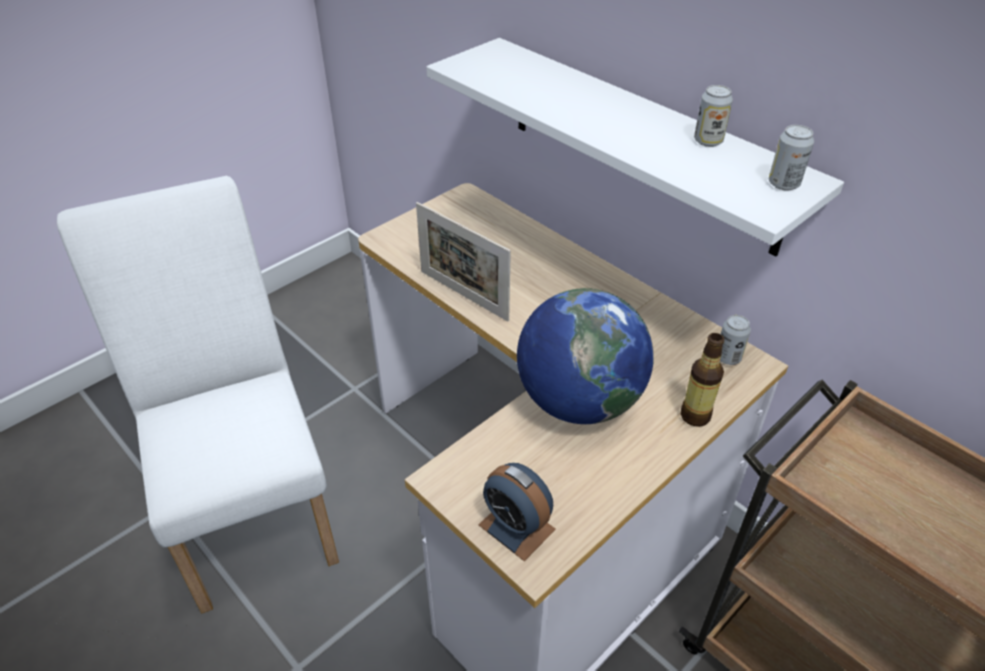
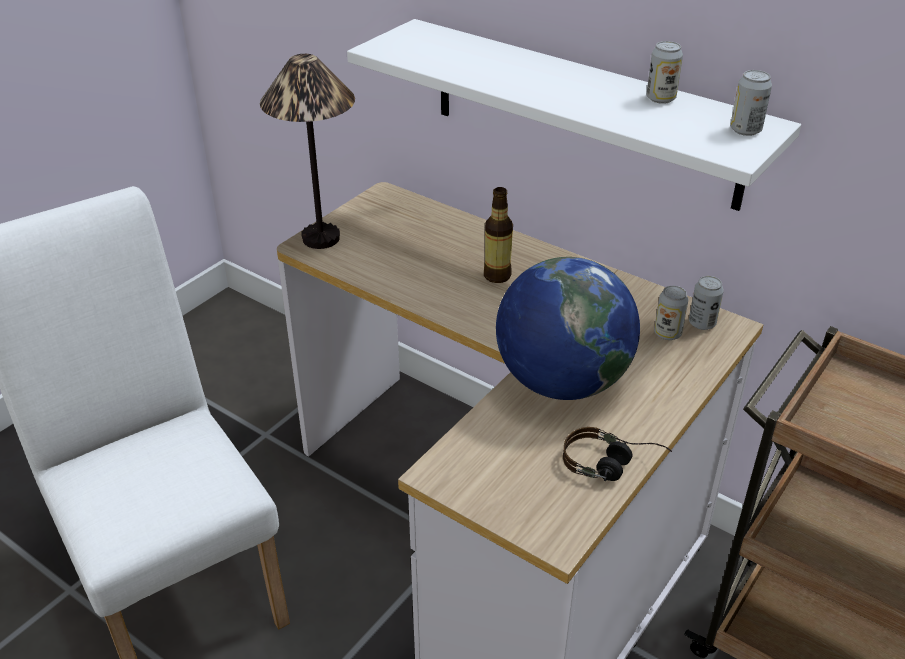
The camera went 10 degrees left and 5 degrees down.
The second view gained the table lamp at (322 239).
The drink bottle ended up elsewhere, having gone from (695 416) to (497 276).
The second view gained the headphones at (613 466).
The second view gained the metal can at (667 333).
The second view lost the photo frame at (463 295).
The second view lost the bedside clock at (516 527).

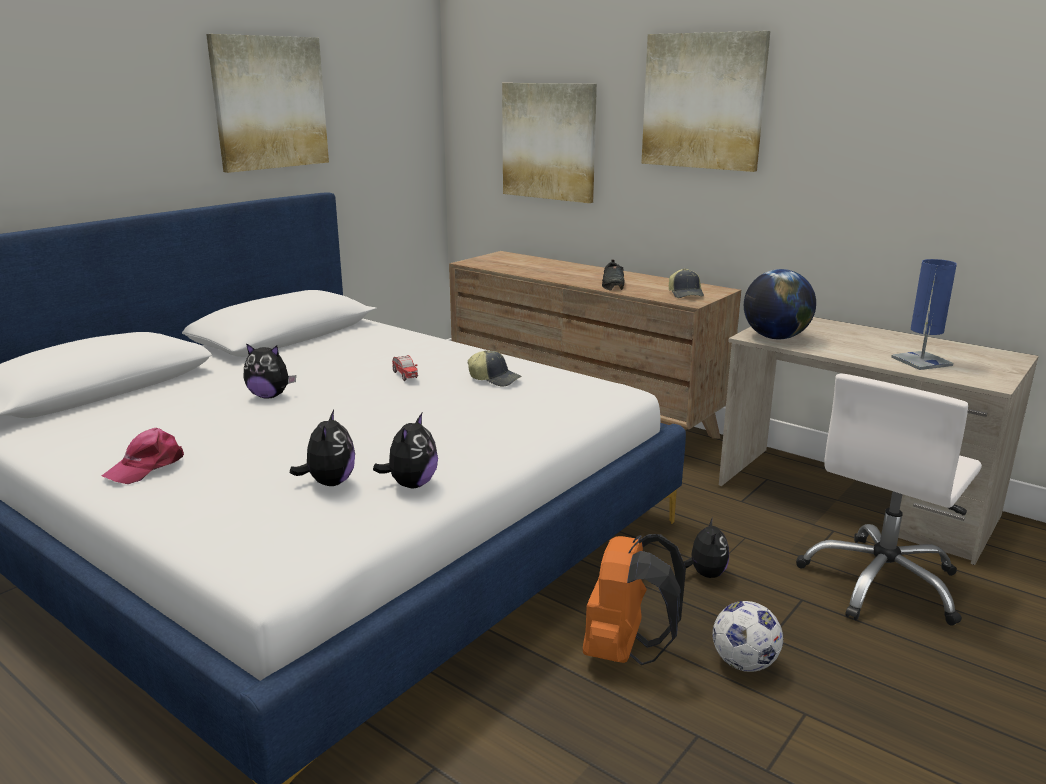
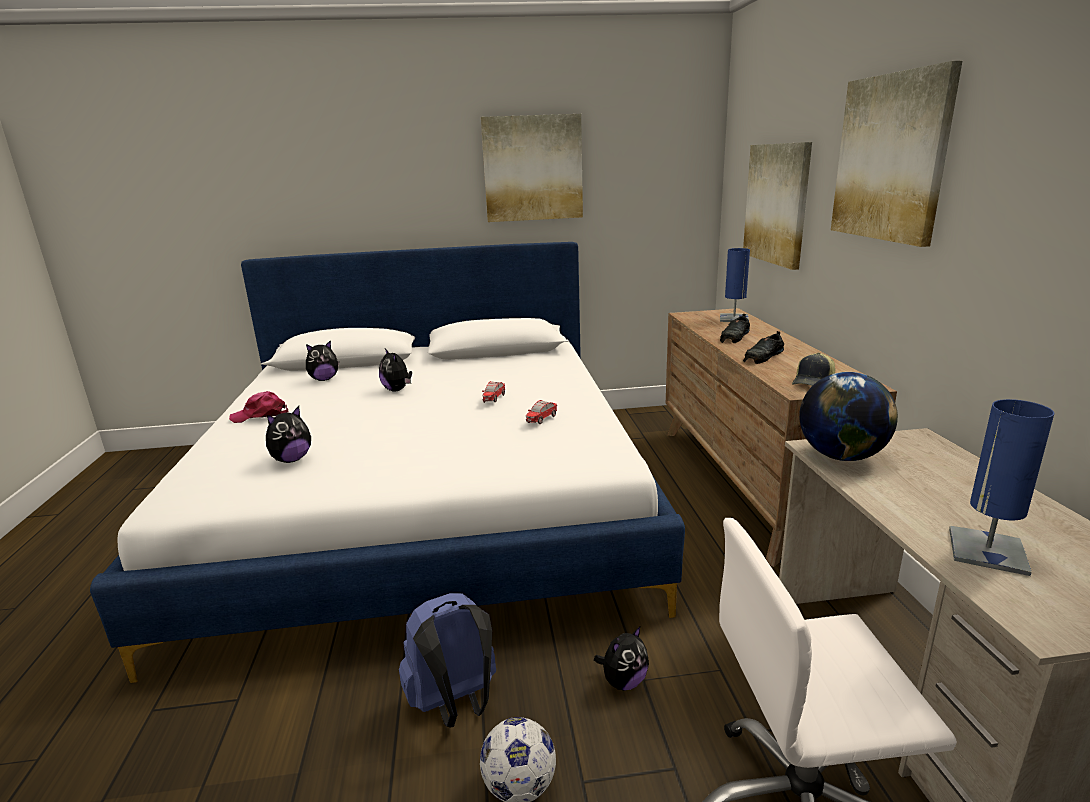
The camera went 45 degrees right and 0 degrees up.
The cuddly toy ended up elsewhere, having gone from (411 484) to (324 379).
What was the backpack (orange-coloured) at (625 651) turned into the backpack (bluish) at (455 705).
Where the cap stood at (495 379), the model car came to stand at (542 419).
The second view gained the table lamp (bluish) at (734 318).
The second view gained the low shoe (blackish) at (735 337).

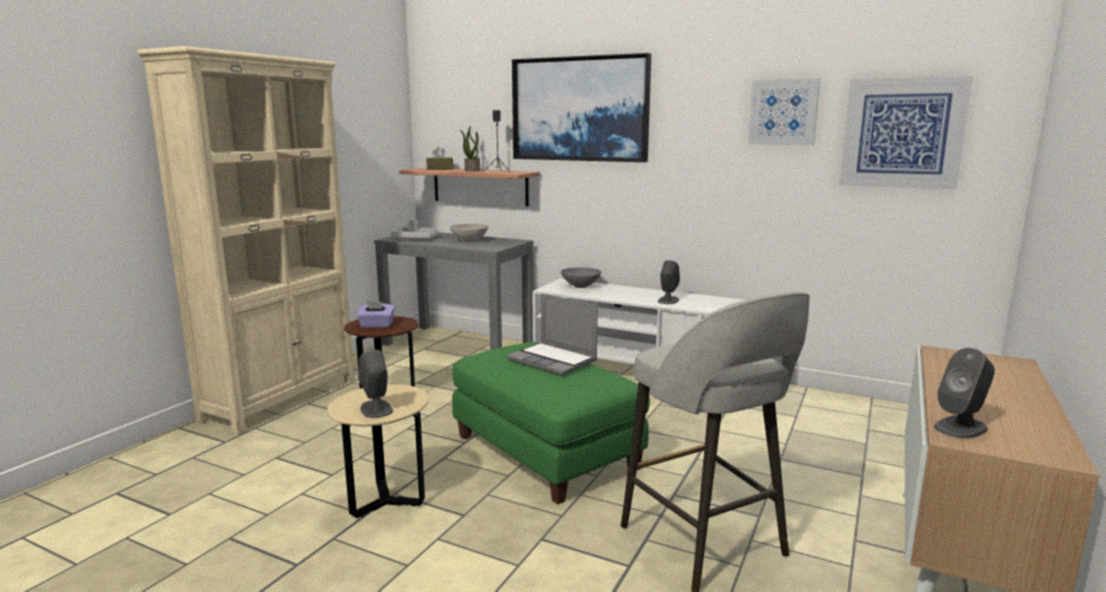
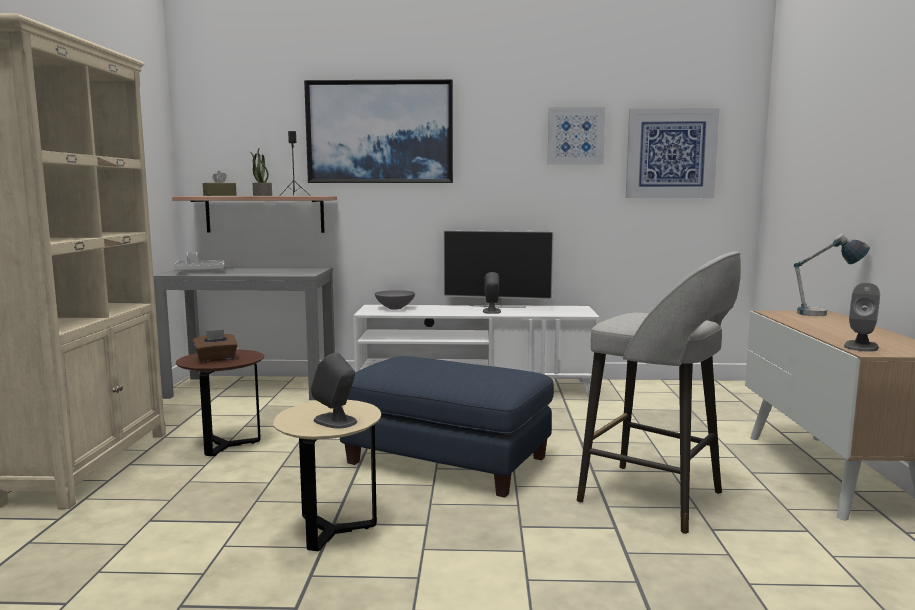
The camera went 25 degrees left and 5 degrees down.
What was the box of tissues (purple) at (376 325) turned into the box of tissues (brown) at (216 359).
What was the footrest (green) at (546 452) turned into the footrest (bluish) at (448 460).
The second view gained the TV set at (497 306).
The second view gained the table lamp at (825 315).
The second view lost the deep dish (white) at (470 241).
The second view lost the portable computer at (554 360).

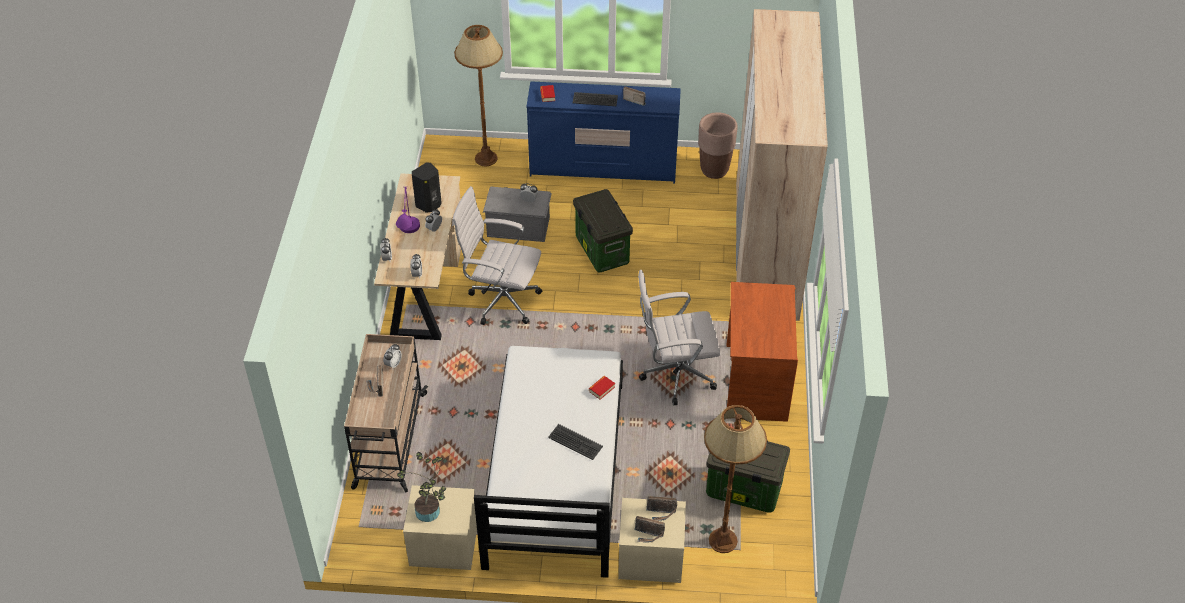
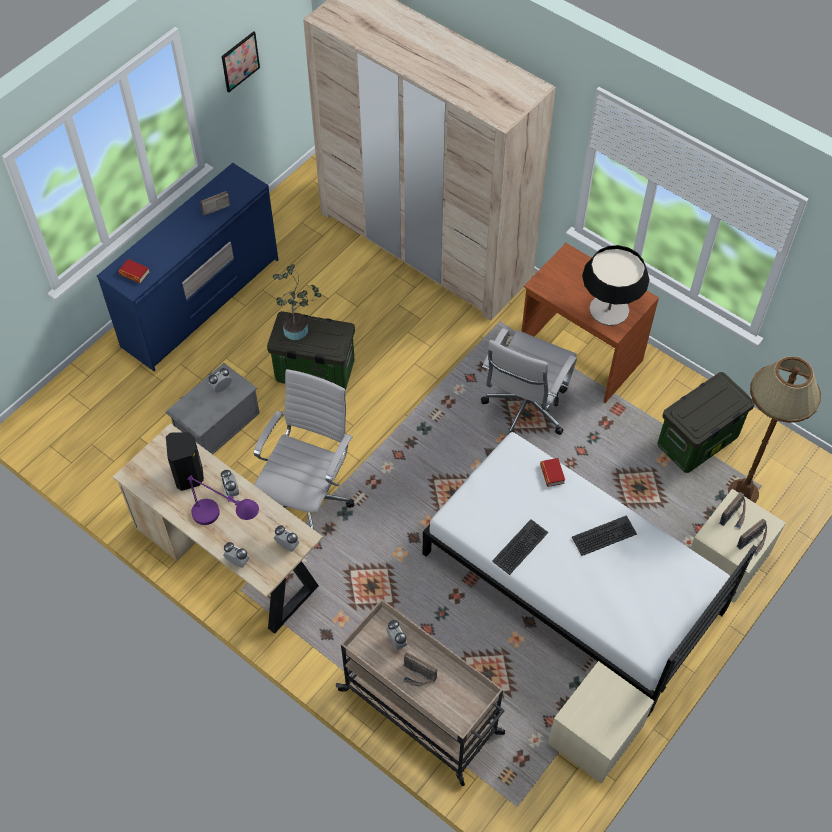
The camera went 55 degrees left and 10 degrees up.
The second view gained the wall art at (240 61).
The office chair (white) at (501 300) ended up facing another way, 150 degrees clockwise from before.
The plant in a pot ended up elsewhere, having gone from (430 513) to (298 329).
The PC keyboard ended up elsewhere, having gone from (595 100) to (520 547).
The second view gained the table lamp at (609 309).
The second view lost the standard lamp (brown) at (486 159).
The second view lost the plant pot (brown) at (714 170).

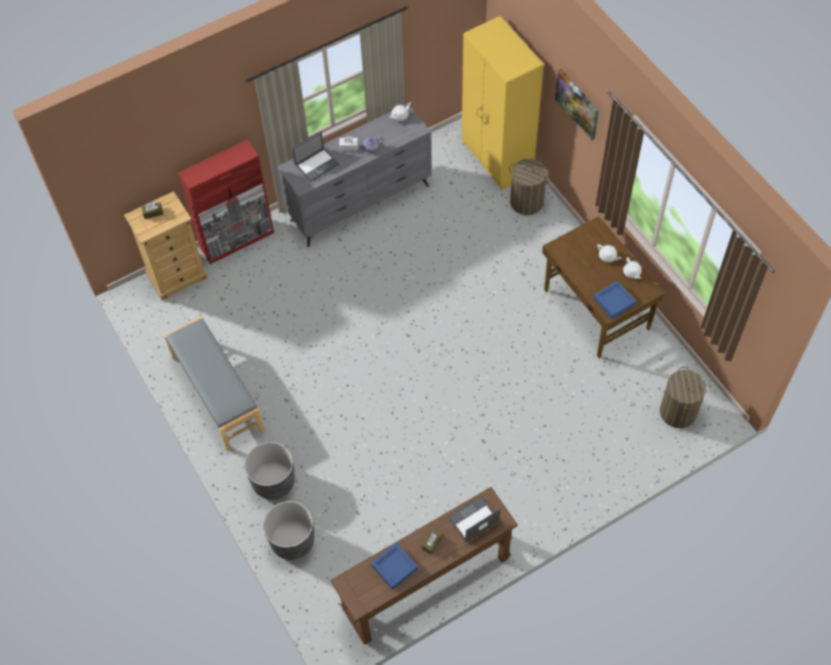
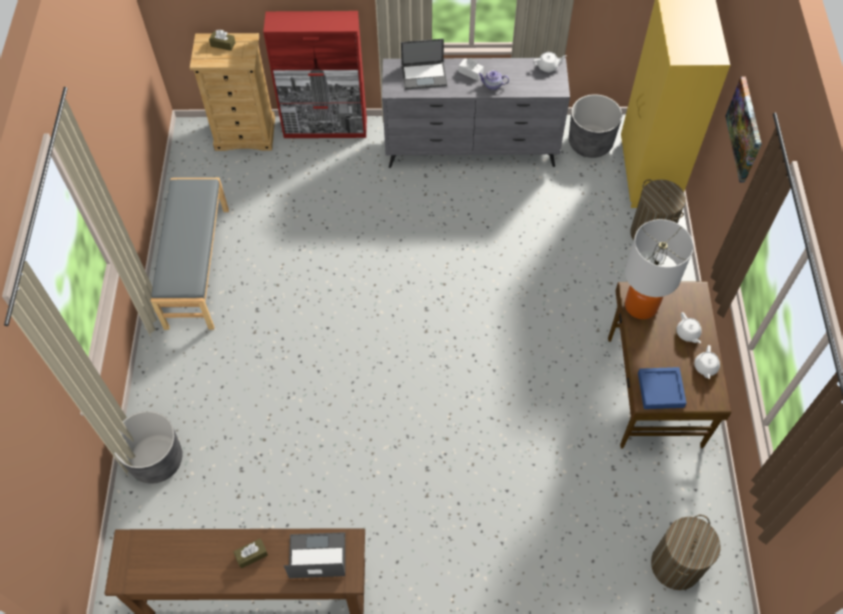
The camera went 30 degrees right and 0 degrees up.
The plant pot (grey) ended up elsewhere, having gone from (273 481) to (590 143).
The second view gained the table lamp at (641 306).
The second view lost the tray (bluish) at (394 567).

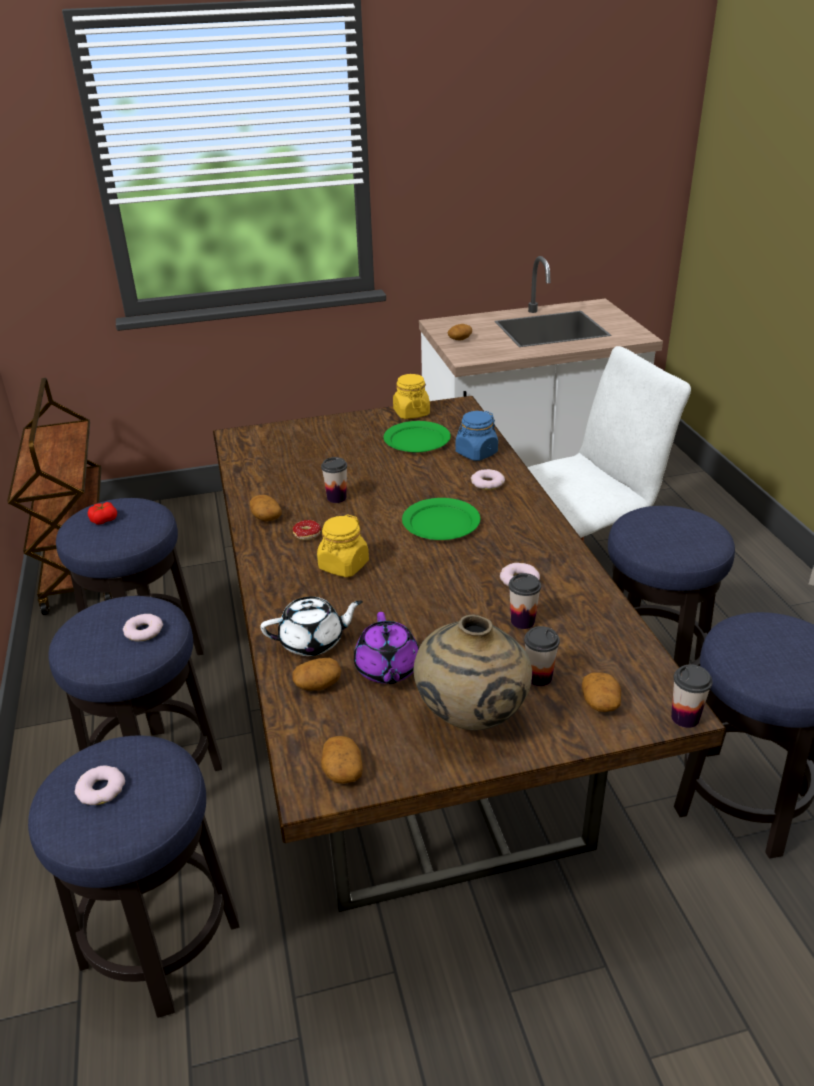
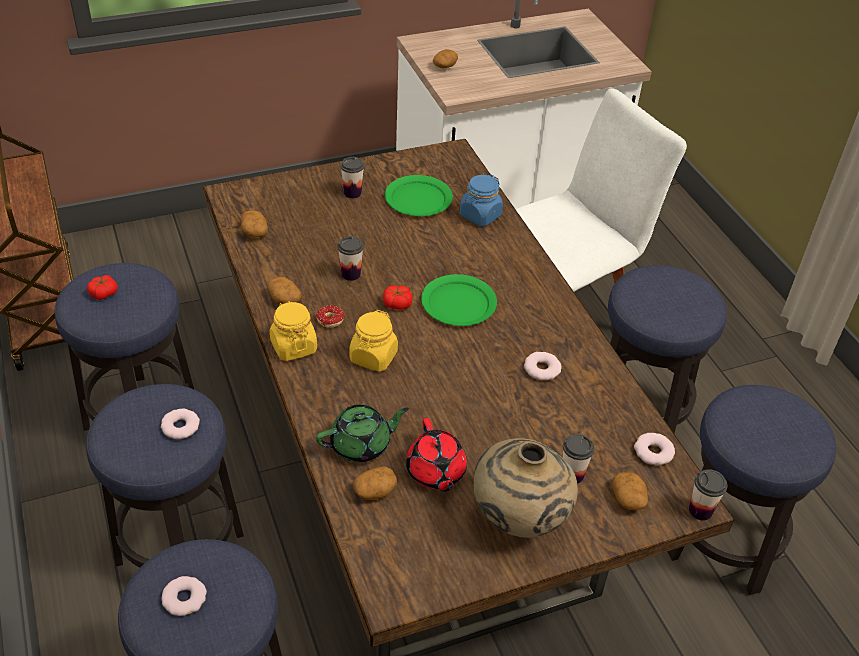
The camera went 10 degrees left and 10 degrees up.
The potato ended up elsewhere, having gone from (342 770) to (254 231).
The jar (yellow-coloured) ended up elsewhere, having gone from (411 413) to (293 346).
What was the teapot (white) at (313 641) turned into the teapot (green) at (361 444).
The cup ended up elsewhere, having gone from (522 621) to (352 193).
The second view gained the tomato at (397 304).
What was the teapot (purple) at (387 669) turned into the teapot (reddish) at (435 472).
The ring doughnut ended up elsewhere, having gone from (487 483) to (653 452).

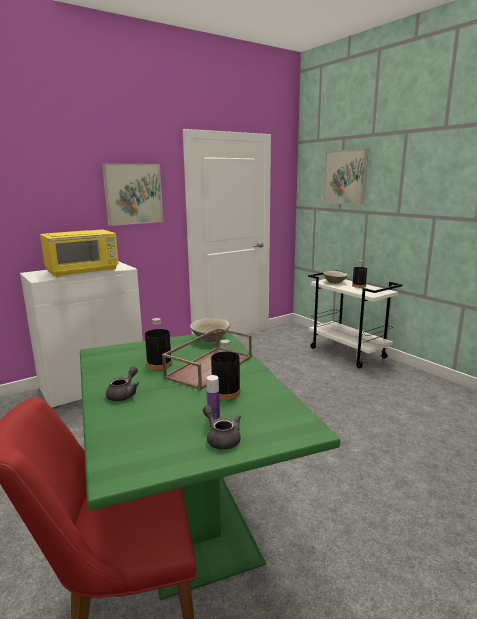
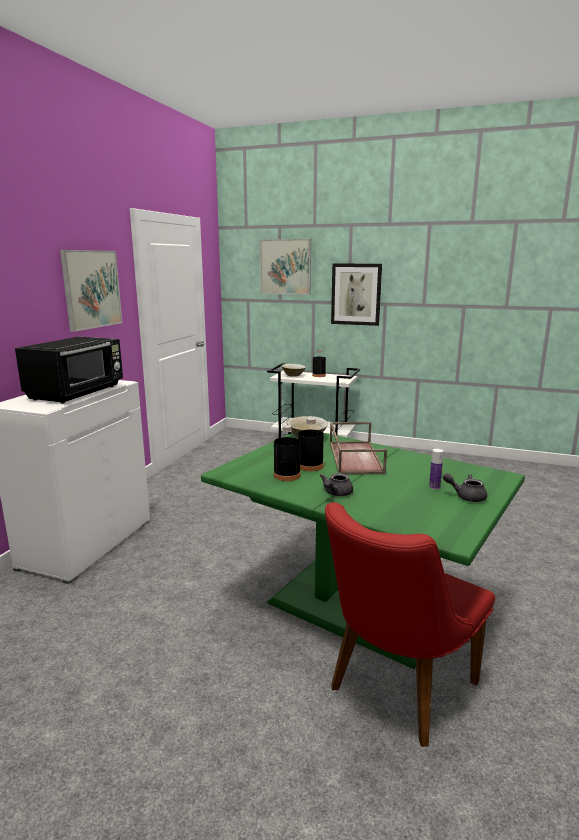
The camera went 35 degrees left and 0 degrees up.
What was the microwave oven (yellow-coloured) at (83 271) turned into the microwave oven (blackish) at (77 393).
The drink bottle (blackish) ended up elsewhere, having gone from (226 392) to (287 475).
The teapot (grey) at (124 394) ended up facing another way, 135 degrees counterclockwise from before.
The second view gained the wall art at (356 294).

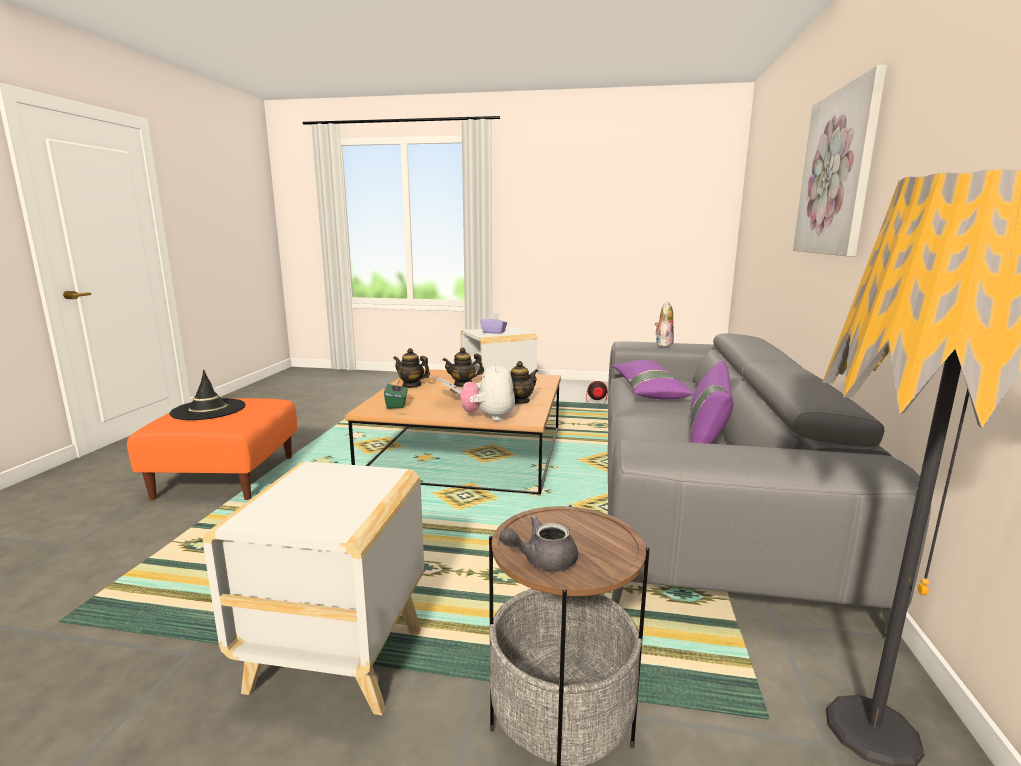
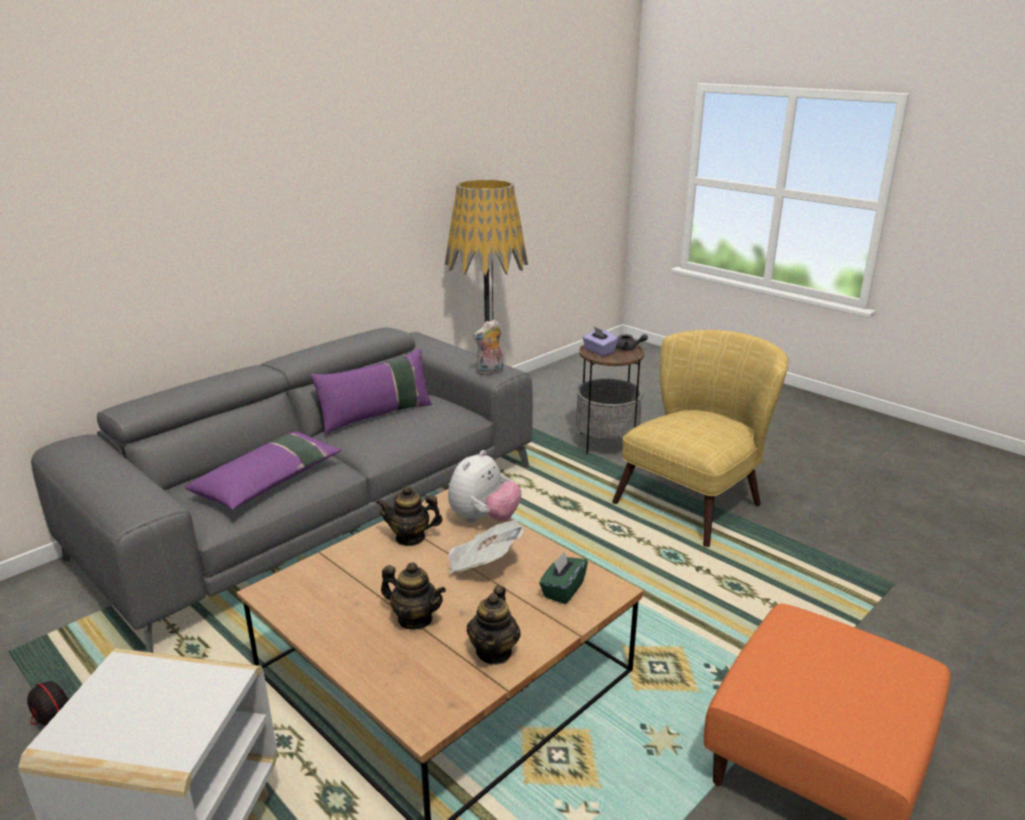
The camera went 145 degrees left and 10 degrees up.
The teapot at (411 385) ended up facing another way, 45 degrees clockwise from before.
The cuddly toy ended up elsewhere, having gone from (663 344) to (490 372).
The box of tissues (purple) ended up elsewhere, having gone from (494 332) to (599 351).
Where the side table (white) stood at (334 660), the easy chair (yellow-coloured) came to stand at (697 499).
The second view lost the hat (blackish) at (208 410).
The second view lost the wall art at (836 173).

